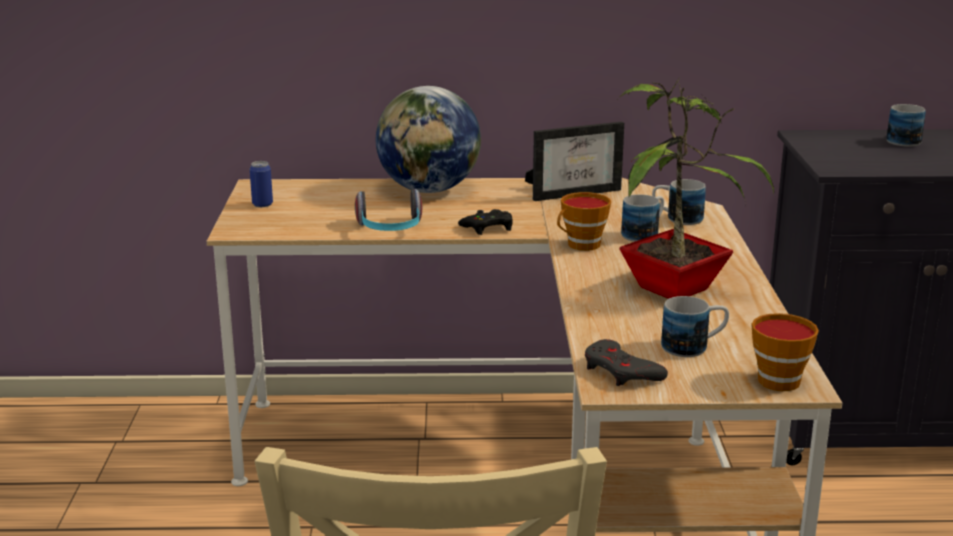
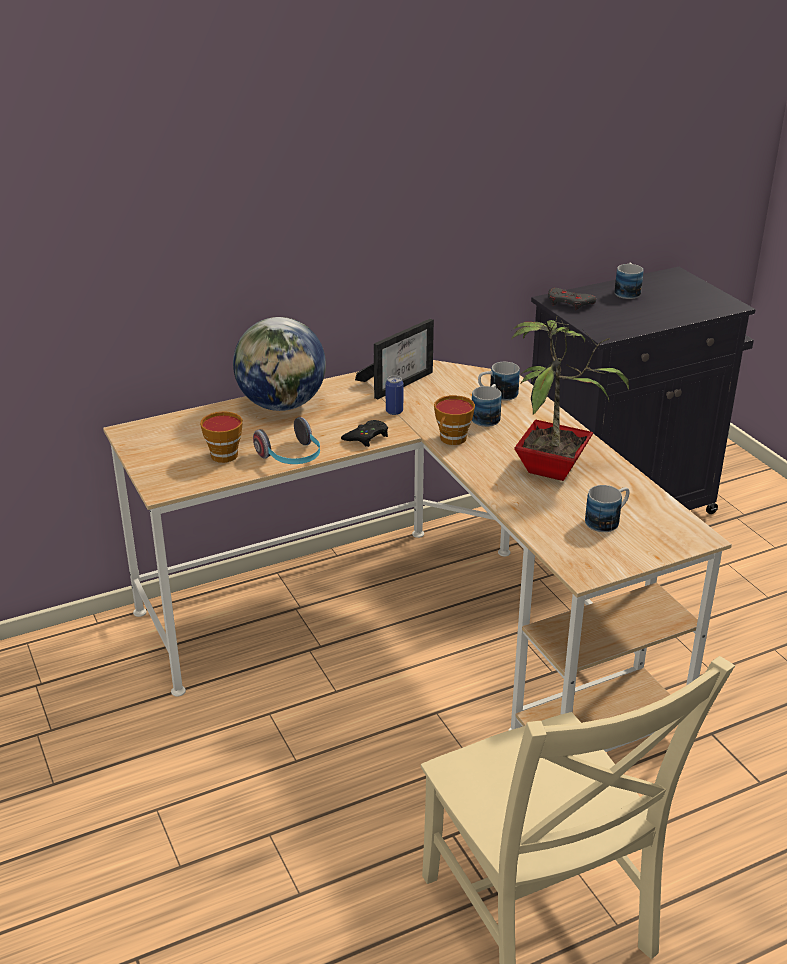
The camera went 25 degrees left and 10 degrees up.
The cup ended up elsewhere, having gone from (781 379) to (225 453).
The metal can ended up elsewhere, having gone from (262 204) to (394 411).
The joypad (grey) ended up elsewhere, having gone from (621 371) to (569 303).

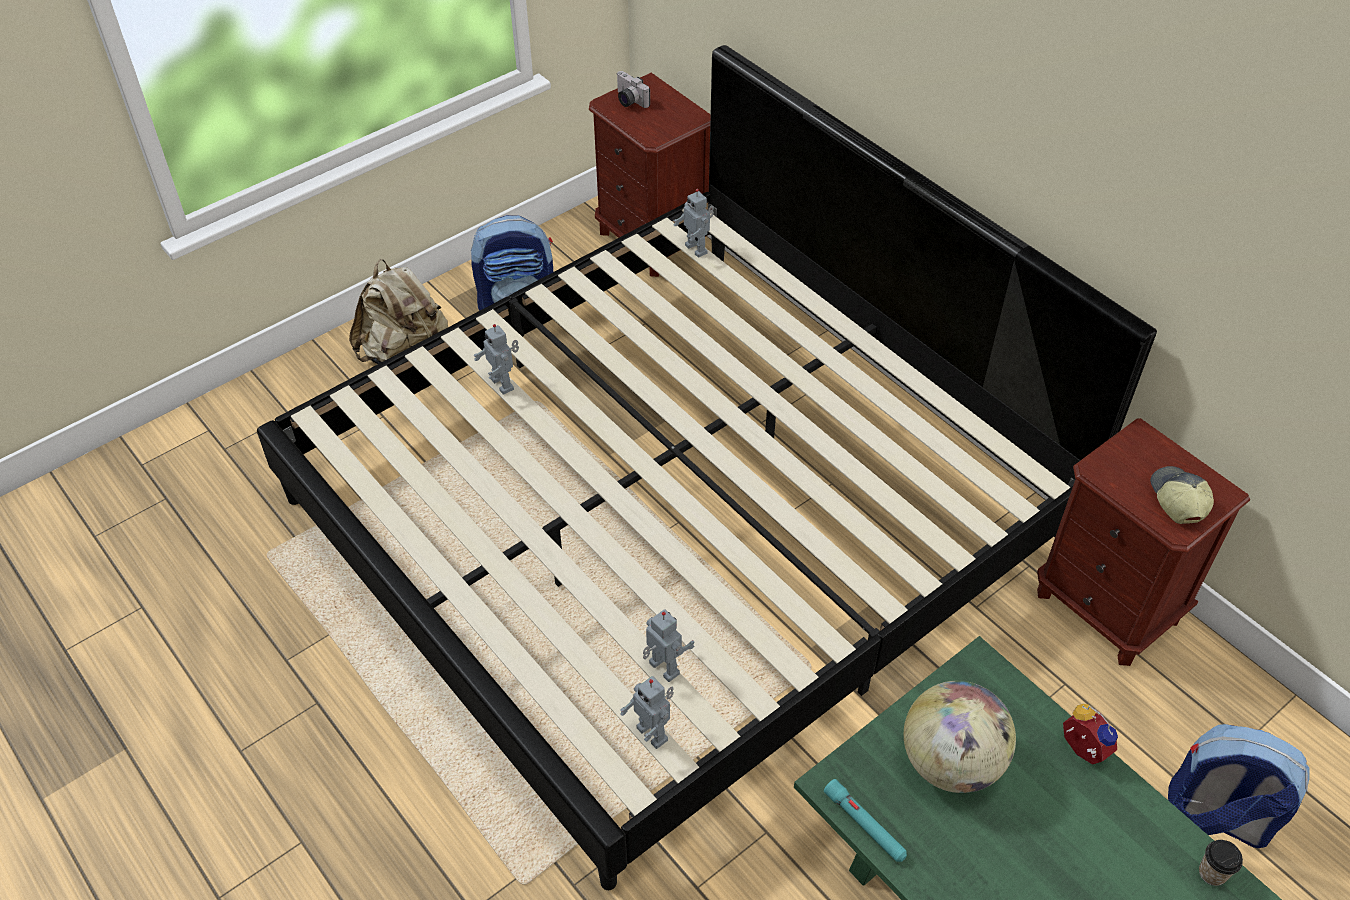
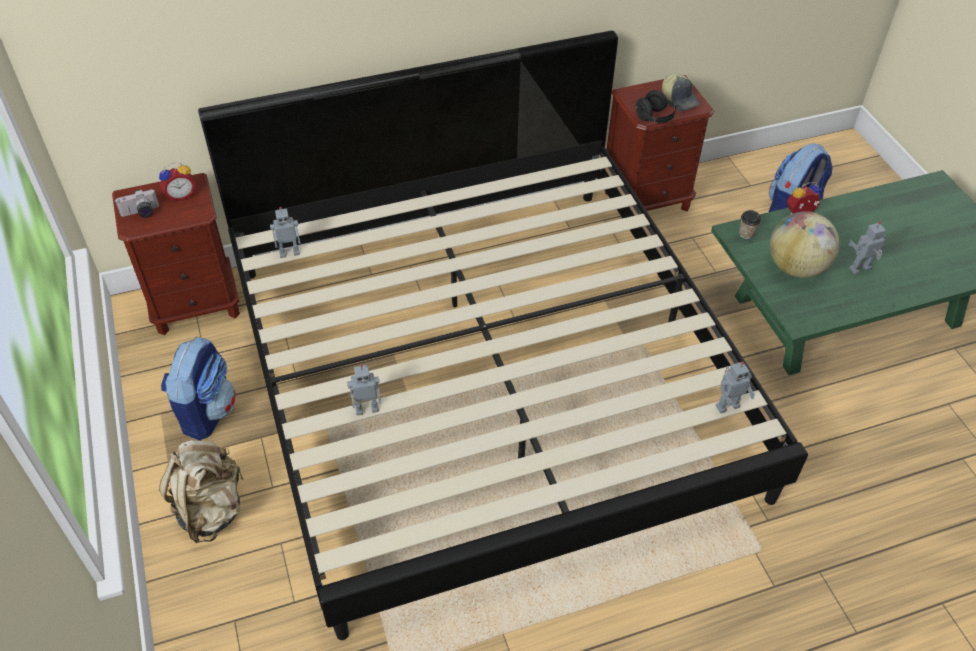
The camera went 70 degrees left and 0 degrees up.
The second view gained the bedside clock at (181 195).
The second view gained the headphones (blackish) at (655 118).
The cap at (1177 500) ended up facing another way, 135 degrees counterclockwise from before.
The cup ended up elsewhere, having gone from (1212 873) to (746 234).
The robot figure ended up elsewhere, having gone from (662 669) to (860 270).
The second view lost the flashlight (turquoise) at (865 825).

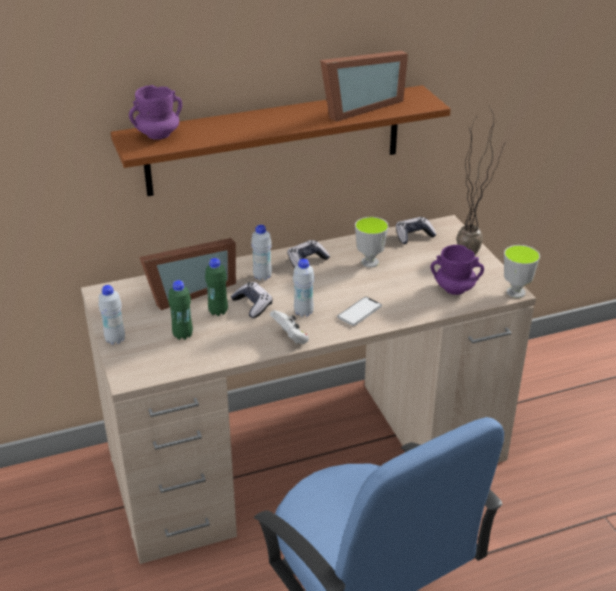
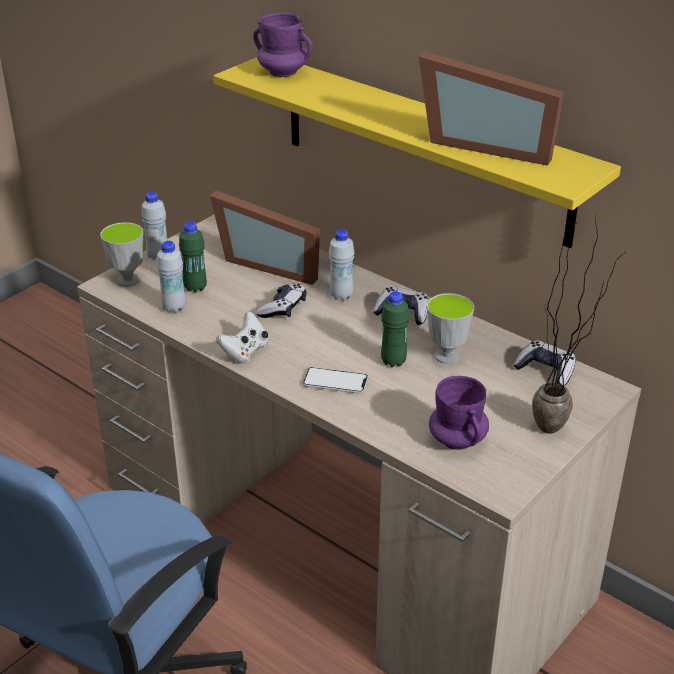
The camera went 60 degrees right and 0 degrees up.
The cup ended up elsewhere, having gone from (516 292) to (128 280).
The drink bottle (white) ended up elsewhere, having gone from (303 312) to (174 308).
What was the shelf (brown) at (275 140) turned into the shelf (yellow-coloured) at (423 148).
The drink bottle (green) ended up elsewhere, having gone from (218 311) to (393 361).

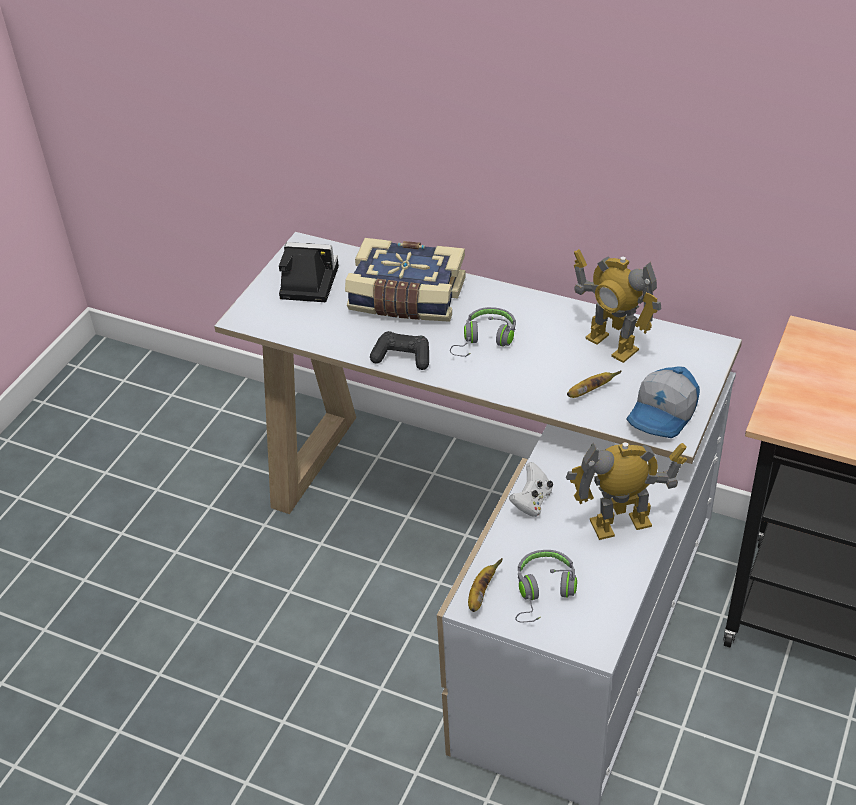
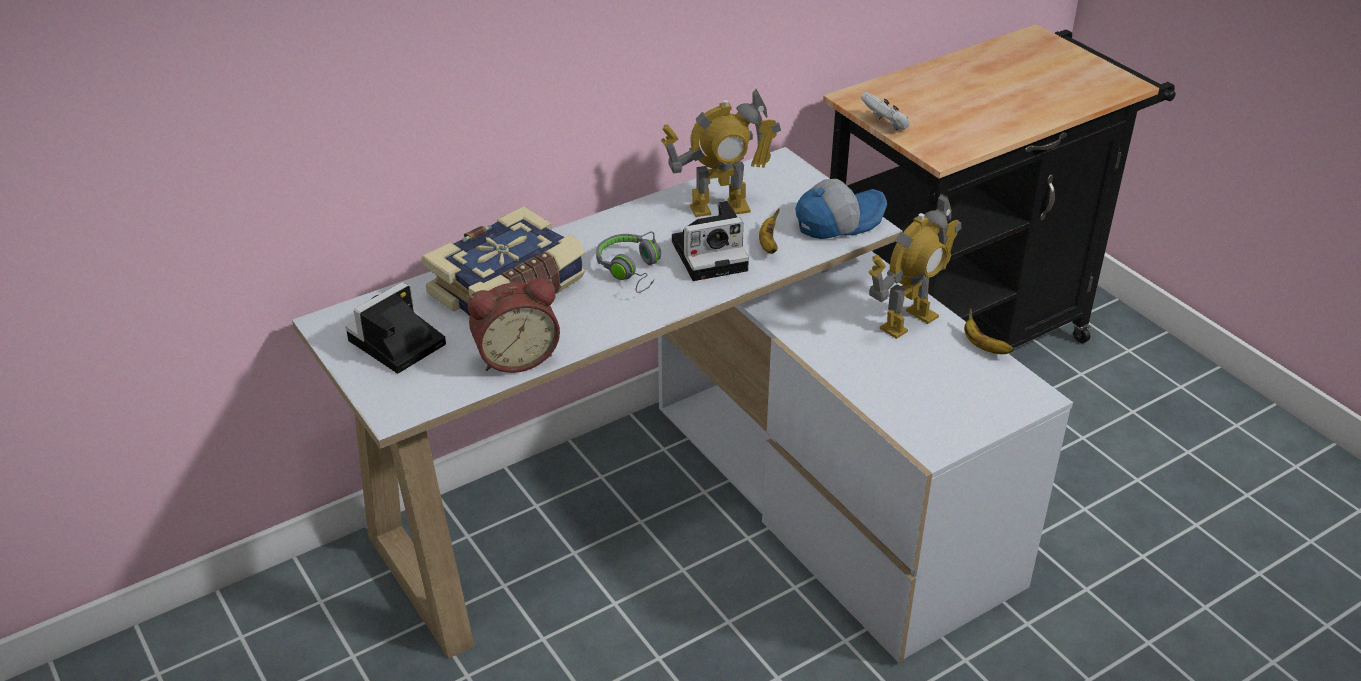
The camera went 60 degrees left and 5 degrees down.
The second view gained the bedside clock at (516 357).
The second view gained the still camera at (712 255).
The cap at (663 415) ended up facing another way, 90 degrees counterclockwise from before.
The joypad (white) ended up elsewhere, having gone from (532 502) to (885 125).
The robot figure at (621 525) ended up facing another way, 150 degrees counterclockwise from before.
The banana fruit ended up elsewhere, having gone from (481 594) to (983 346).
The second view lost the joypad (blackish) at (402 357).
The second view lost the headphones (grey) at (543 592).

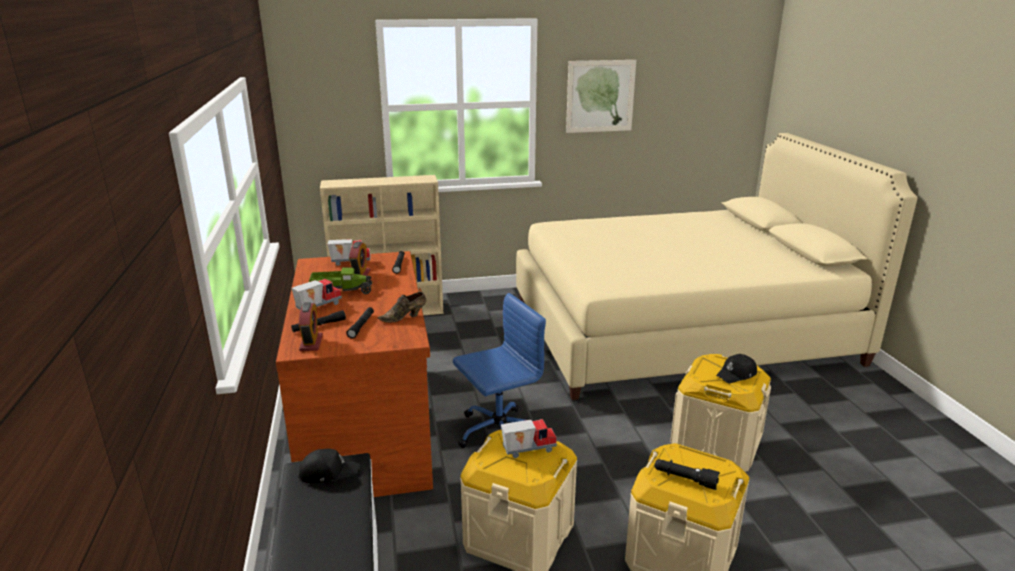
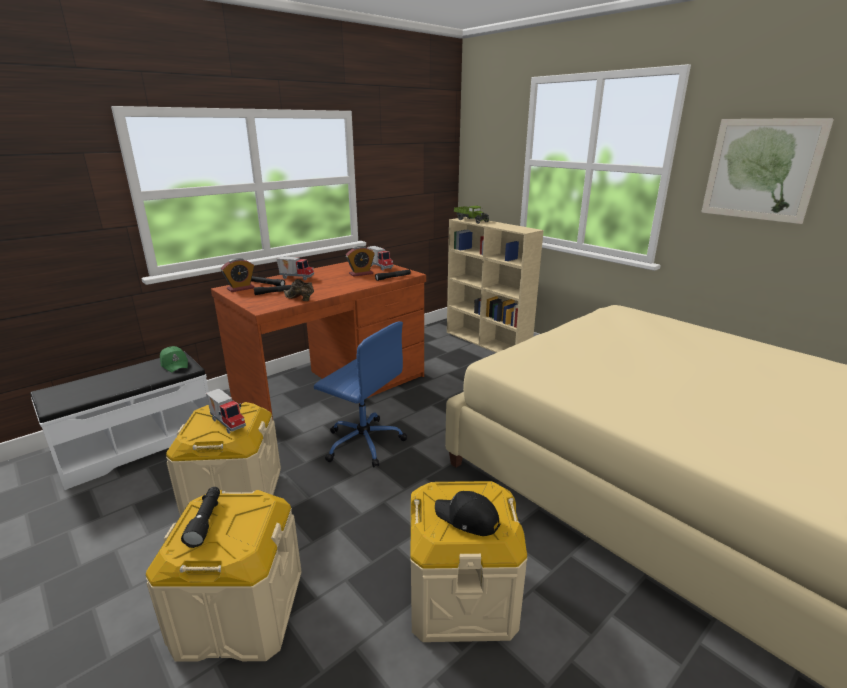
The camera went 60 degrees right and 0 degrees up.
What was the cap (blackish) at (328 472) turned into the cap (green) at (175 364).
The model truck ended up elsewhere, having gone from (341 291) to (471 220).

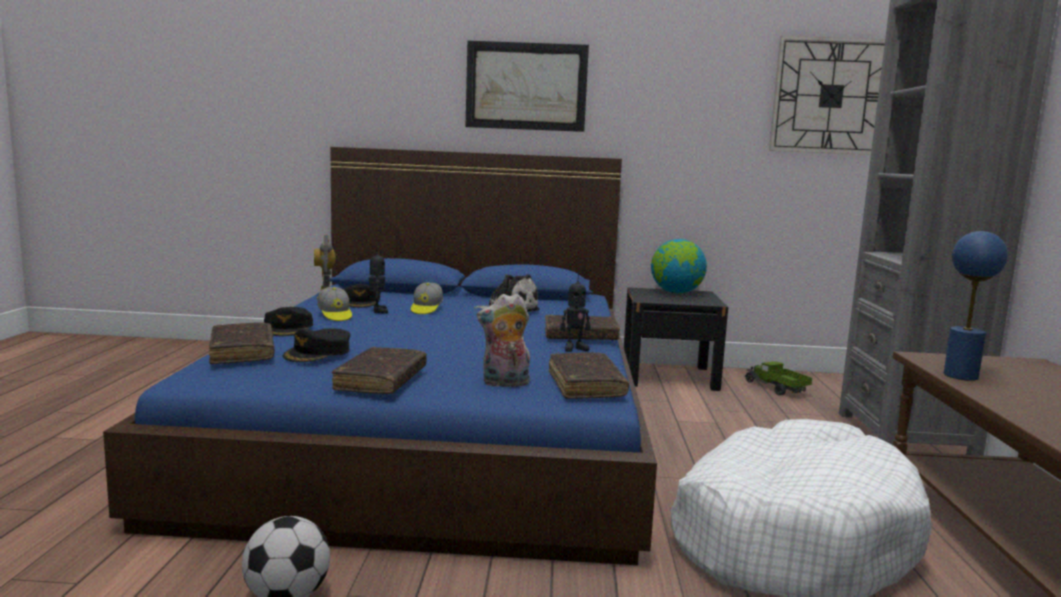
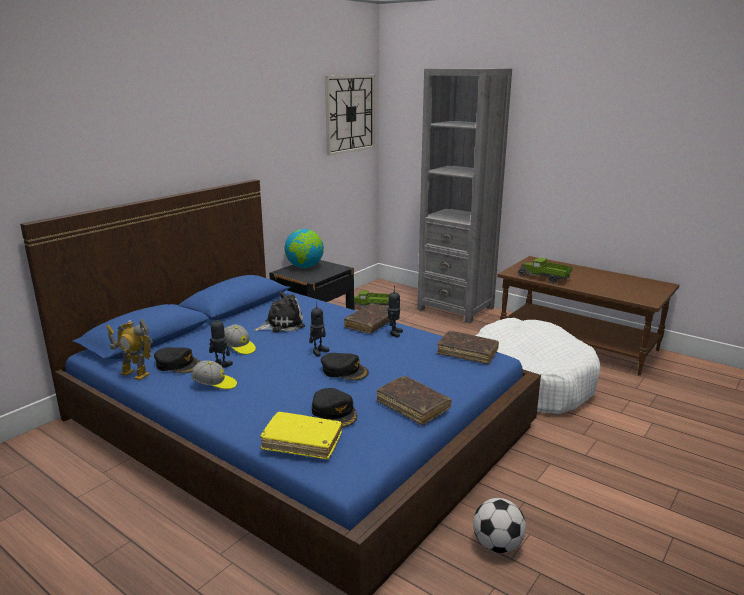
The camera went 55 degrees left and 10 degrees up.
What was the bound book (brown) at (242 352) turned into the bound book (yellow-coloured) at (302 442).
The second view gained the robot figure at (318 351).
The cap (blackish) ended up elsewhere, having gone from (288 328) to (344 371).
Where the table lamp (bluish) stood at (960 376), the model truck came to stand at (543 278).
The second view lost the wall art at (526 86).
The second view lost the cuddly toy at (504 384).

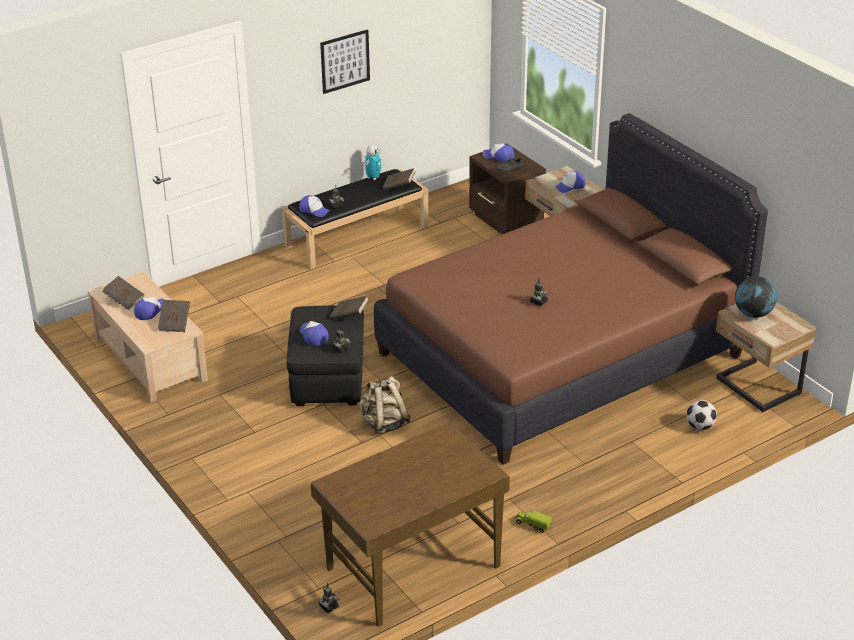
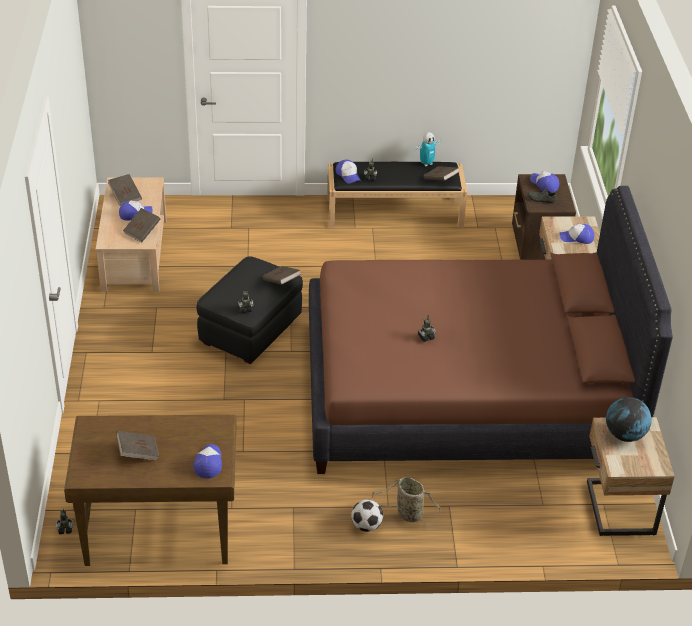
The camera went 30 degrees right and 5 degrees up.
The second view gained the bound book (brown) at (138 452).
The cap ended up elsewhere, having gone from (313 336) to (208 463).
The football ball ended up elsewhere, having gone from (700 427) to (366 526).
The second view gained the storage basket at (407 514).
The second view lost the wall art at (345 61).
The second view lost the backpack (beige-coloured) at (384 424).
The second view lost the model truck at (532 525).

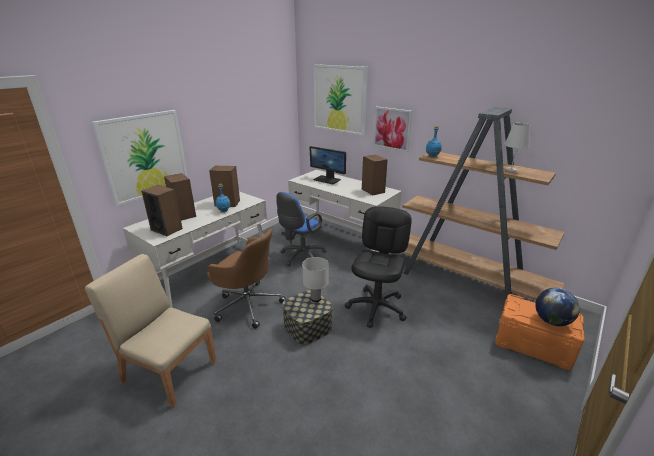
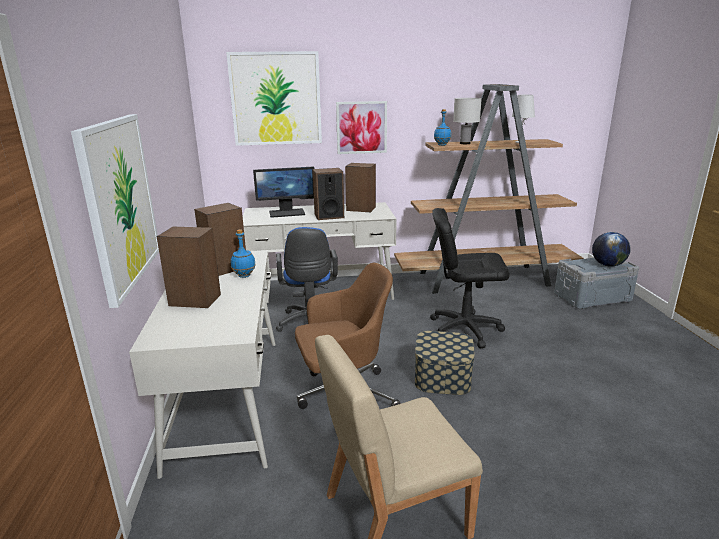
The camera went 45 degrees left and 5 degrees down.
The loudspeaker ended up elsewhere, having gone from (166 229) to (329 216).
The office chair (blackish) at (376 307) ended up facing another way, 60 degrees counterclockwise from before.
The table lamp (white) ended up elsewhere, having gone from (316 298) to (465 143).
What was the storage container (orange-coloured) at (533 345) turned into the storage container (grey) at (592 298).

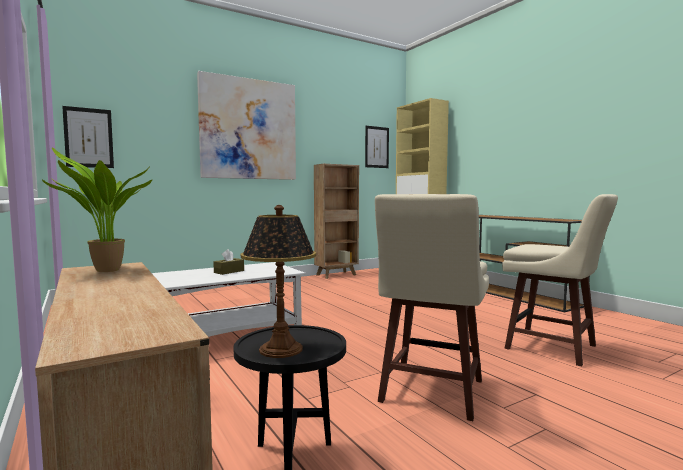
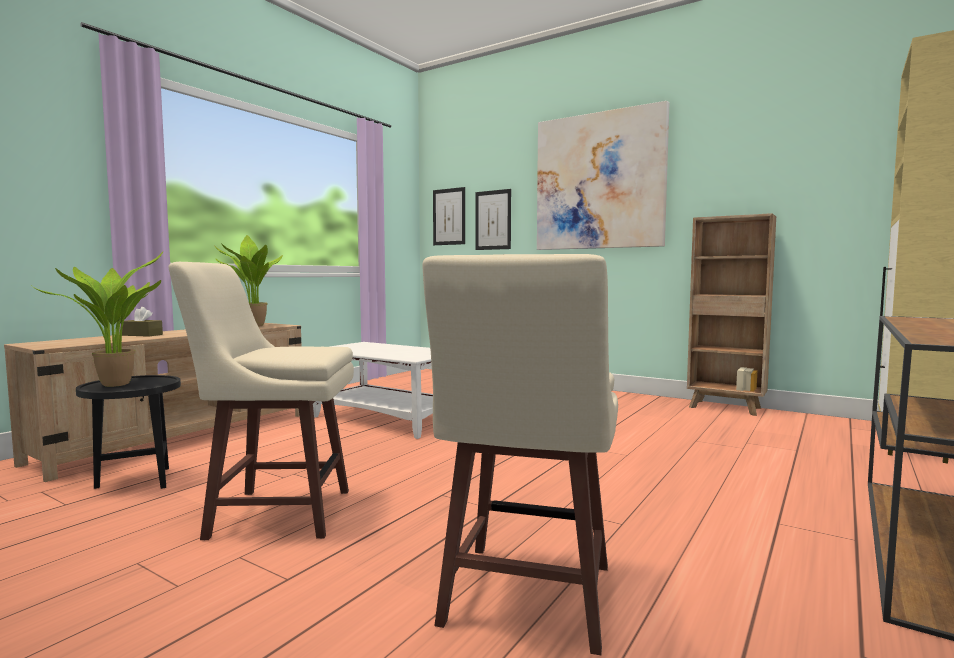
The camera went 65 degrees right and 0 degrees up.
Where the table lamp stood at (280 349), the plant in a pot came to stand at (116 384).
The box of tissues (brown) ended up elsewhere, having gone from (229 271) to (142 335).
The wall art ended up elsewhere, having gone from (376 147) to (493 220).

